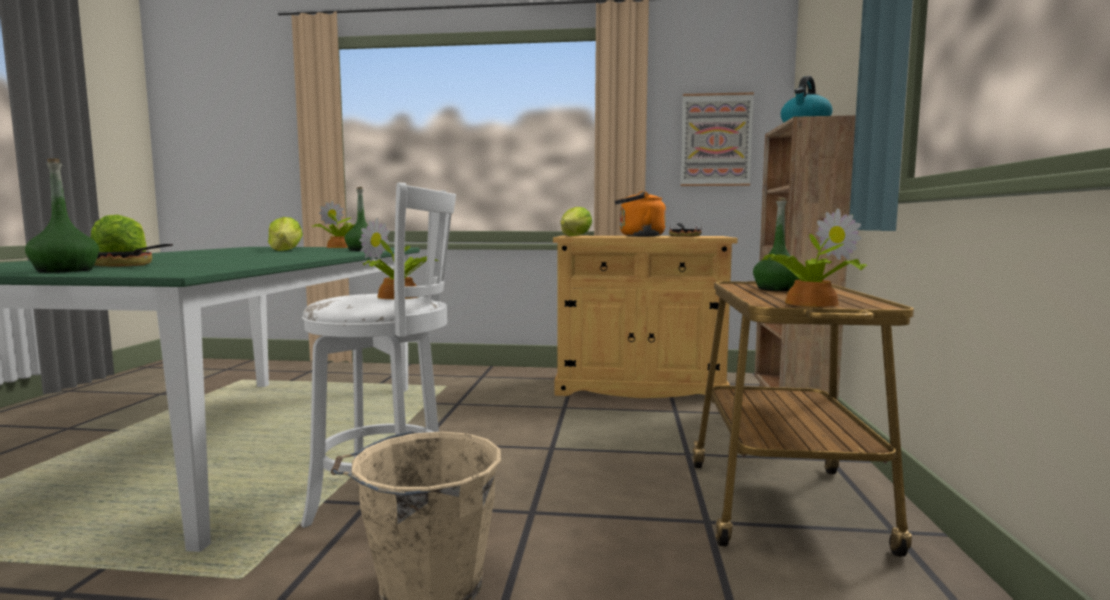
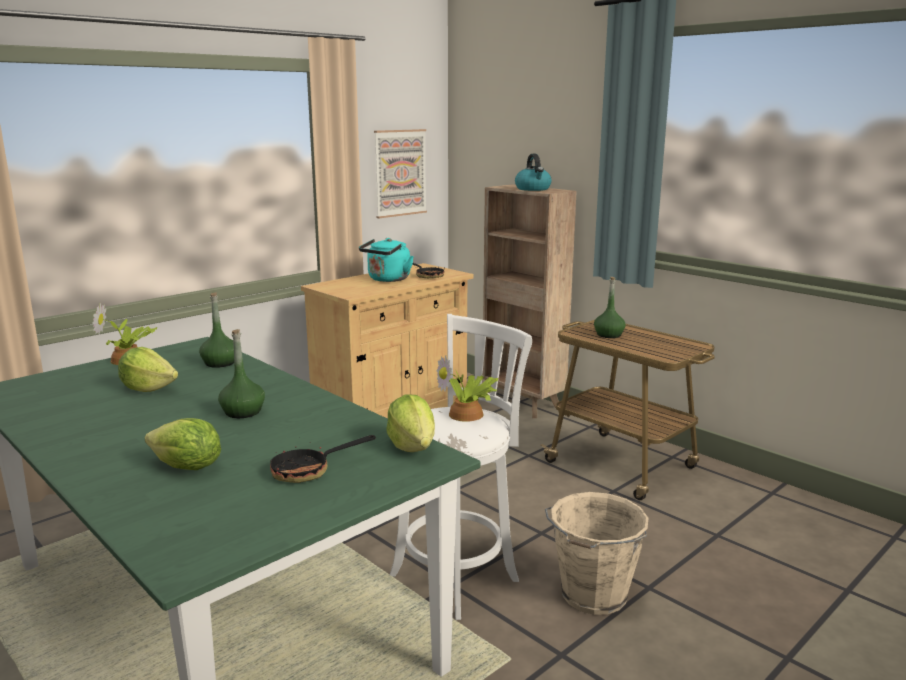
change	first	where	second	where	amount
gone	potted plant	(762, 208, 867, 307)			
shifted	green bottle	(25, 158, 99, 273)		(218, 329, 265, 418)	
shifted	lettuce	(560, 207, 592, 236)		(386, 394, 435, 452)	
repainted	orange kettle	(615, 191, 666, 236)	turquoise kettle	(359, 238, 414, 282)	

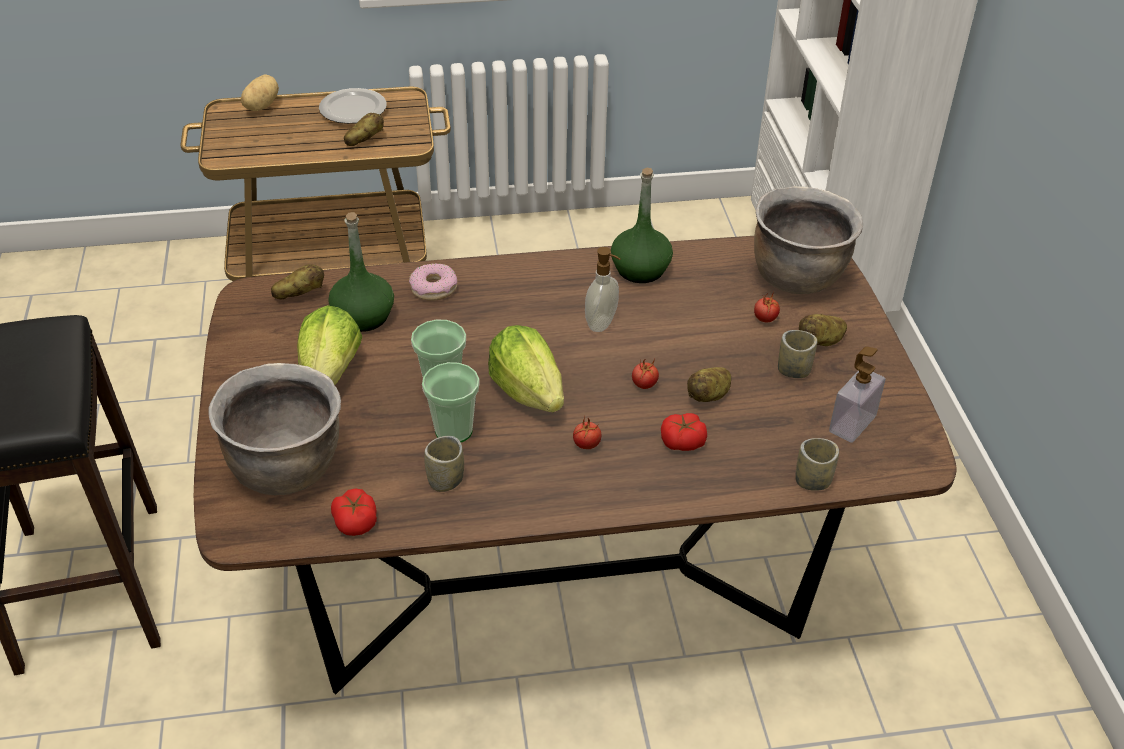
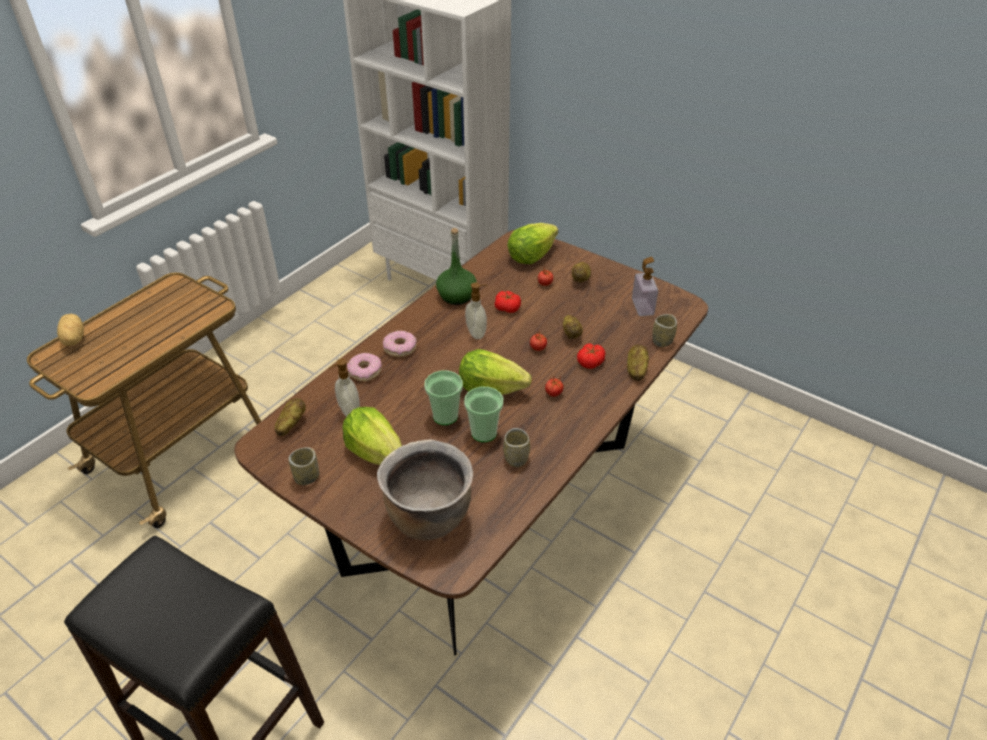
change	first	where	second	where	amount
gone	plate	(319, 88, 387, 124)			
new			donut	(383, 331, 417, 357)	
shifted	tomato	(331, 488, 377, 536)		(494, 291, 521, 313)	
shifted	potato	(344, 113, 384, 146)		(627, 345, 649, 381)	
shifted	cup	(778, 330, 817, 378)		(288, 447, 319, 485)	
swapped	green bottle	(328, 212, 394, 332)	soap dispenser	(329, 359, 360, 417)	
swapped	brown cooking pot	(754, 186, 863, 294)	lettuce	(507, 223, 558, 264)	

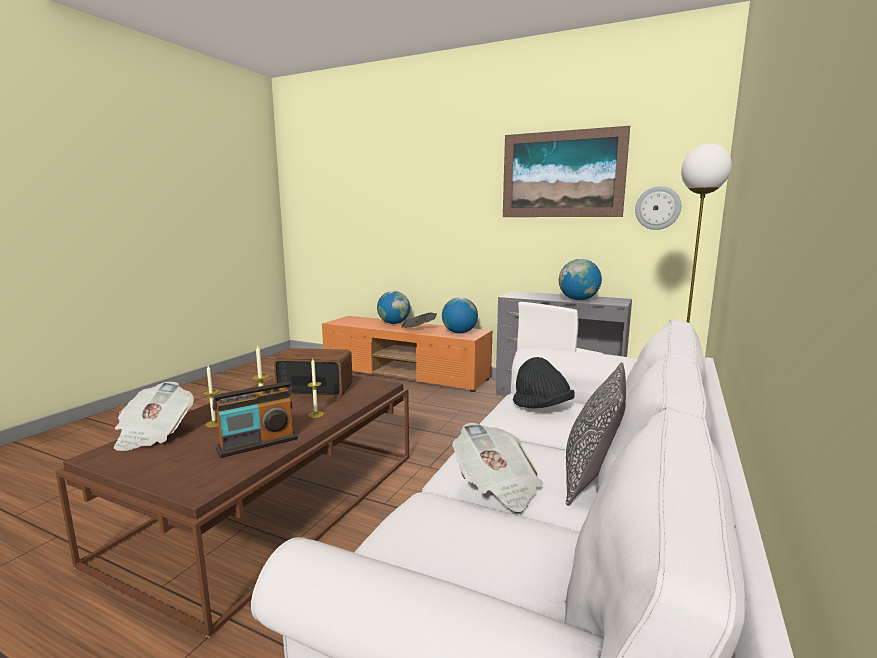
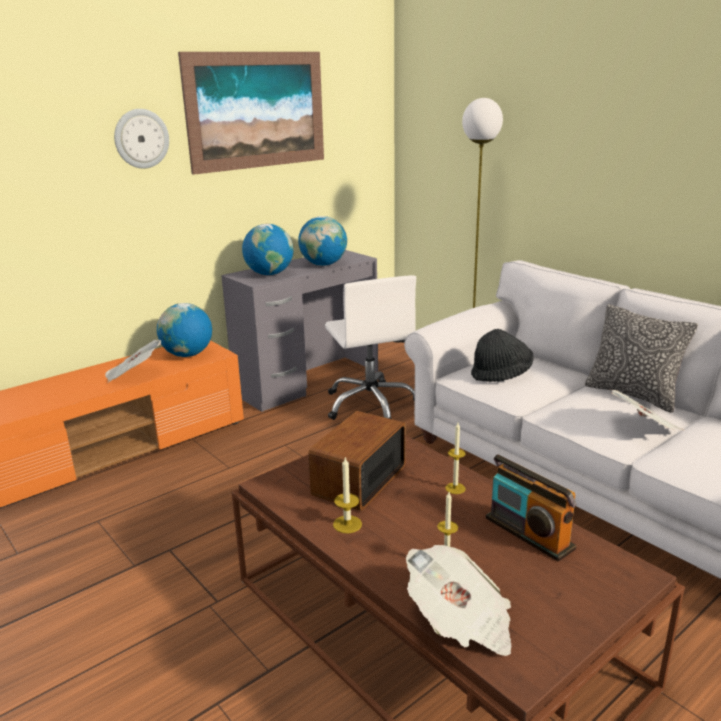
change	first	where	second	where	amount
shifted	globe	(377, 291, 410, 324)		(242, 224, 294, 275)	
shifted	wall clock	(635, 186, 681, 230)		(114, 109, 169, 168)	
rotated	radio	(212, 382, 298, 458)		(486, 454, 577, 561)	150 degrees clockwise

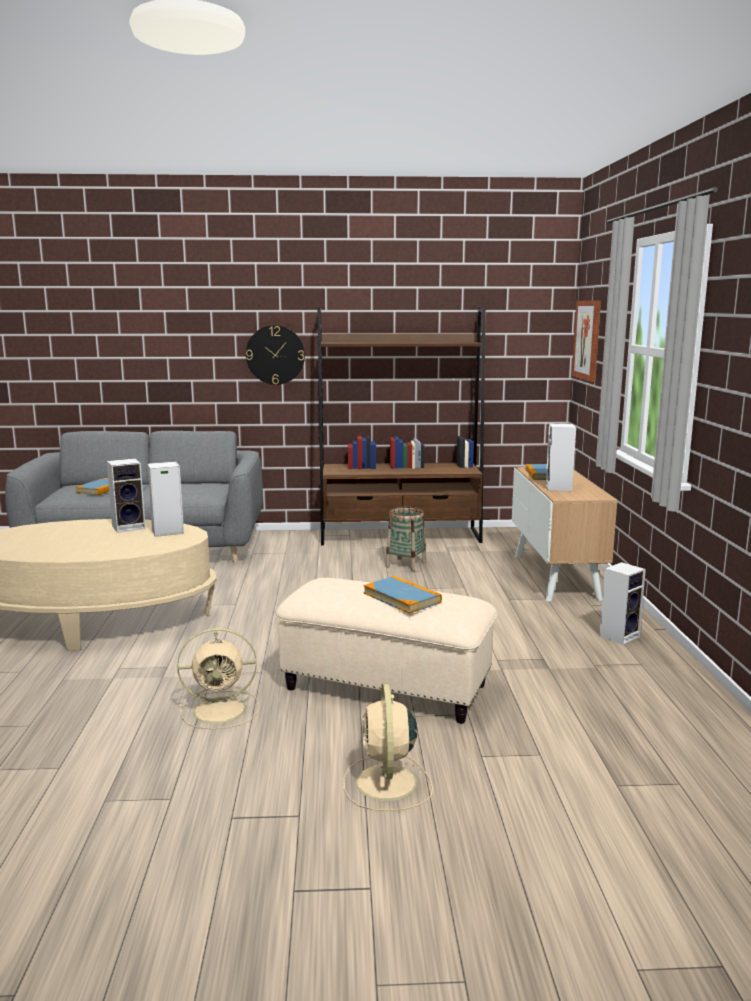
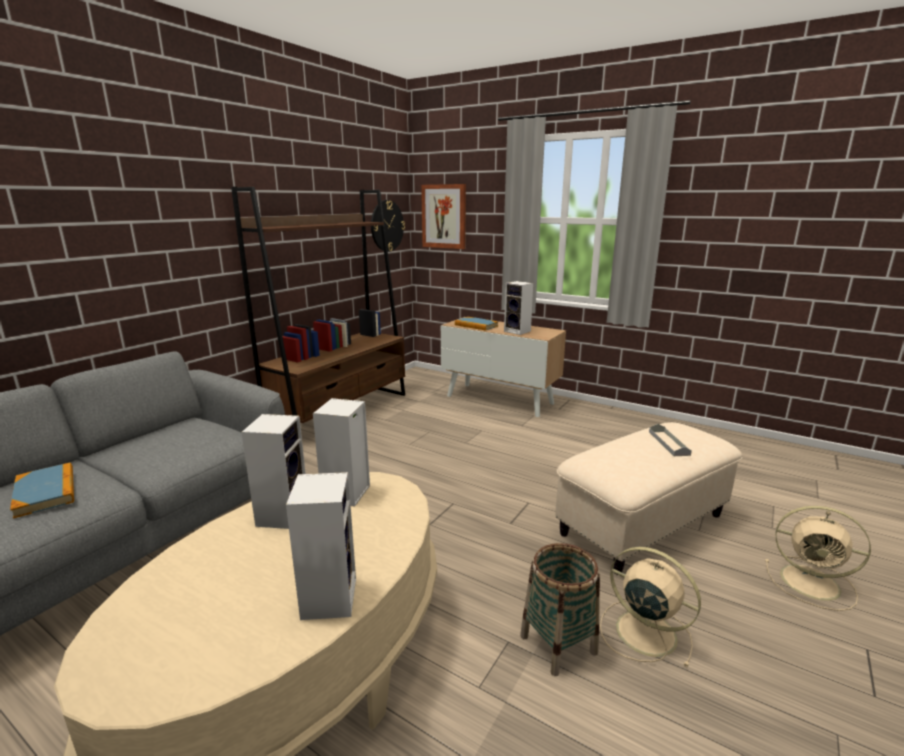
change	first	where	second	where	amount
shifted	wall clock	(246, 325, 305, 385)		(371, 200, 405, 252)	
shifted	basket	(386, 507, 426, 572)		(520, 543, 600, 676)	
shifted	speaker	(599, 562, 646, 645)		(286, 472, 356, 620)	
swapped	book	(364, 576, 442, 614)	grey tray	(649, 424, 692, 456)	
rotated	beige fan	(177, 628, 260, 729)		(600, 547, 701, 667)	75 degrees counterclockwise

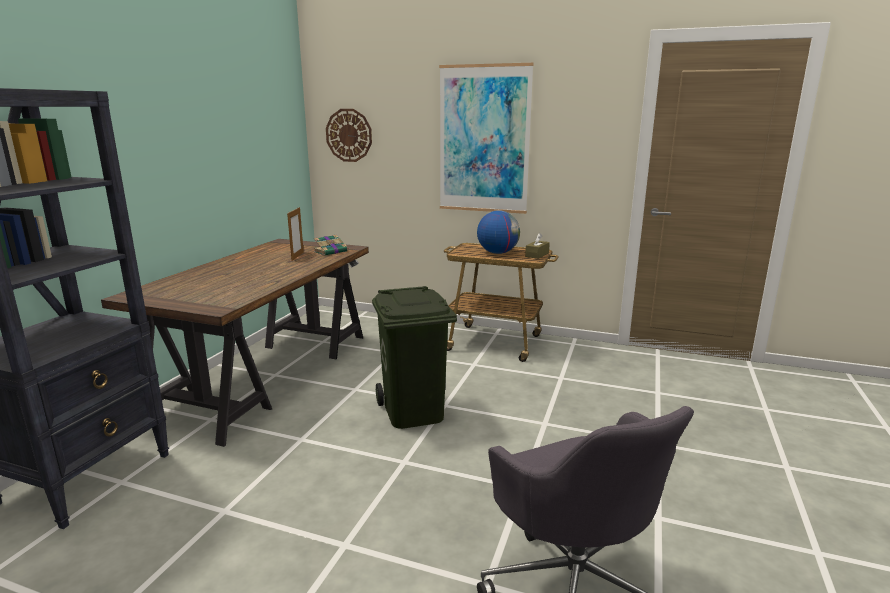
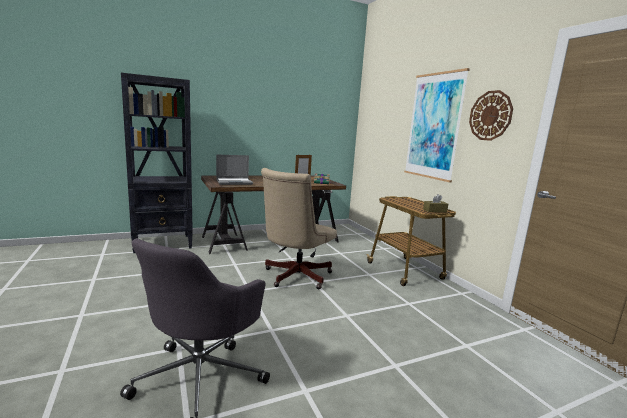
change	first	where	second	where	amount
gone	globe	(477, 210, 520, 254)			
new			laptop	(216, 154, 253, 185)	
shifted	wall clock	(326, 109, 372, 162)		(469, 90, 513, 141)	
swapped	green trash can	(372, 286, 457, 429)	beige office chair	(261, 168, 337, 289)	

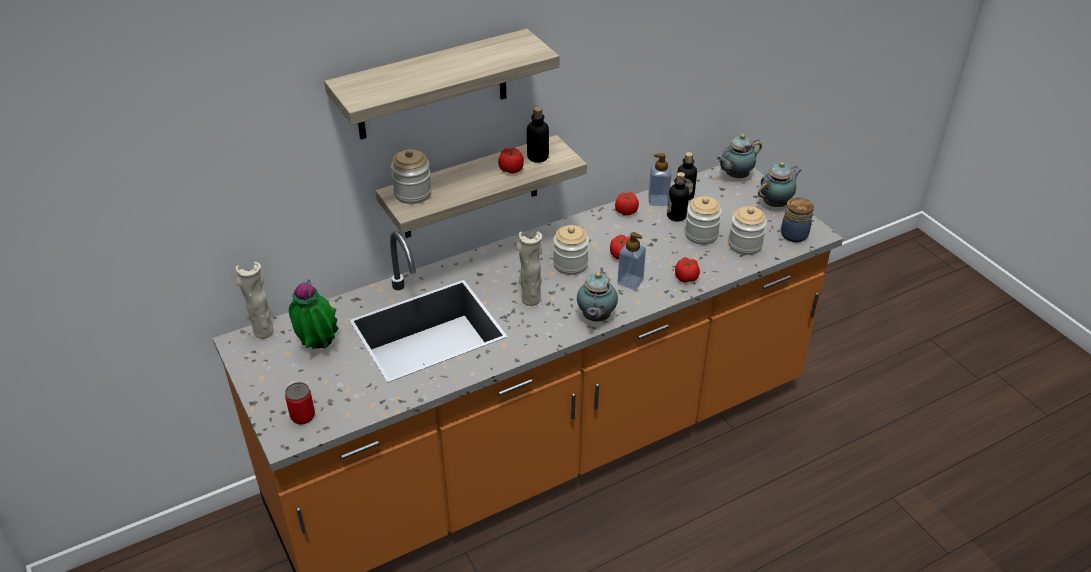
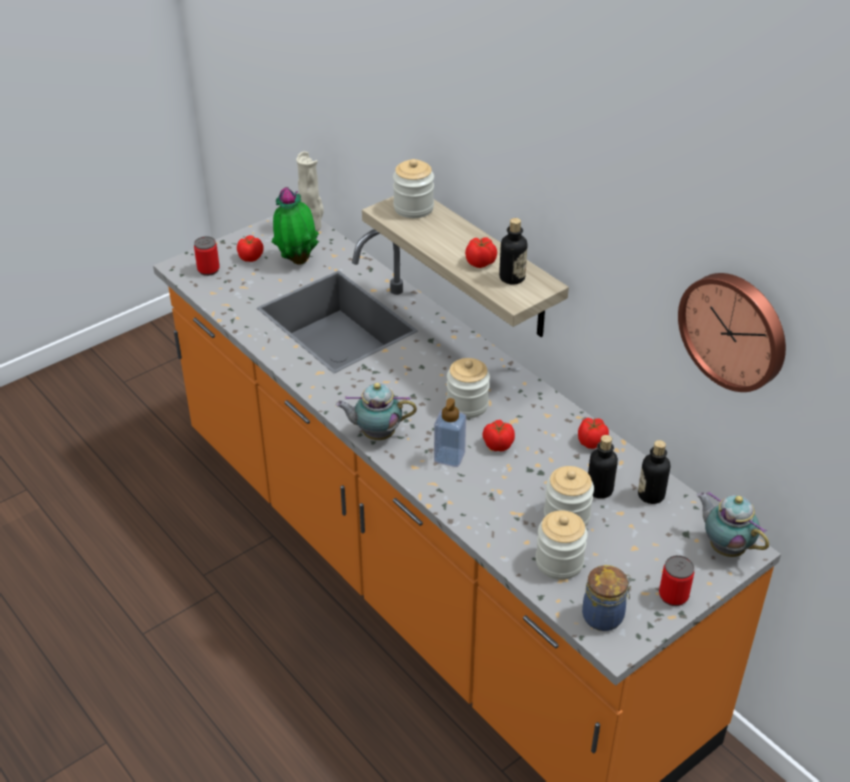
change	first	where	second	where	amount
gone	shelf	(324, 29, 559, 139)			
gone	beige vase	(516, 232, 542, 306)			
gone	soap dispenser	(648, 153, 672, 206)			
new			wall clock	(678, 273, 786, 392)	
shifted	tomato	(675, 257, 700, 283)		(237, 235, 264, 262)	
swapped	teapot	(758, 162, 801, 207)	can	(659, 555, 694, 606)	

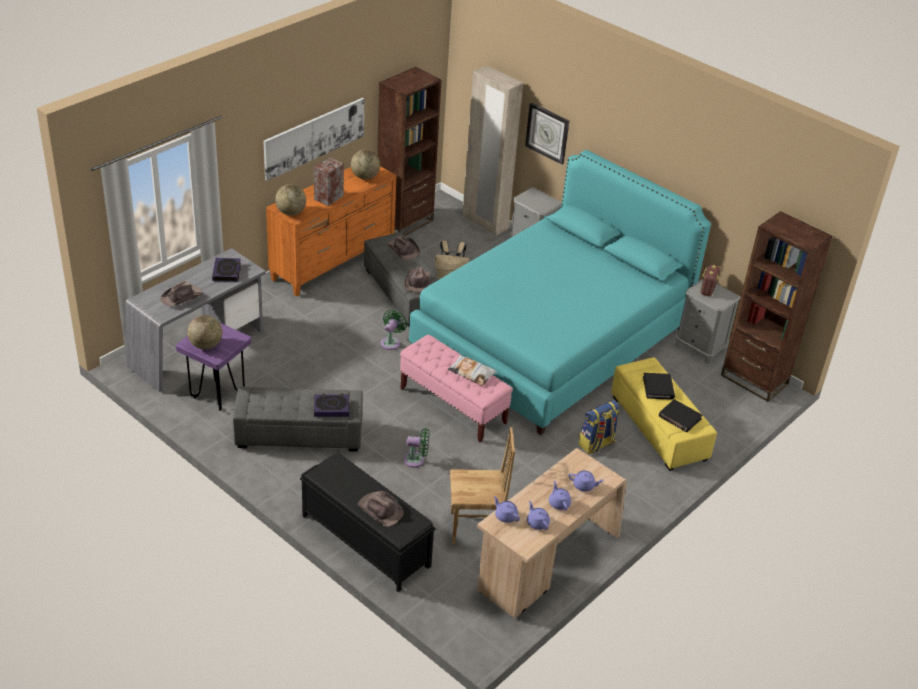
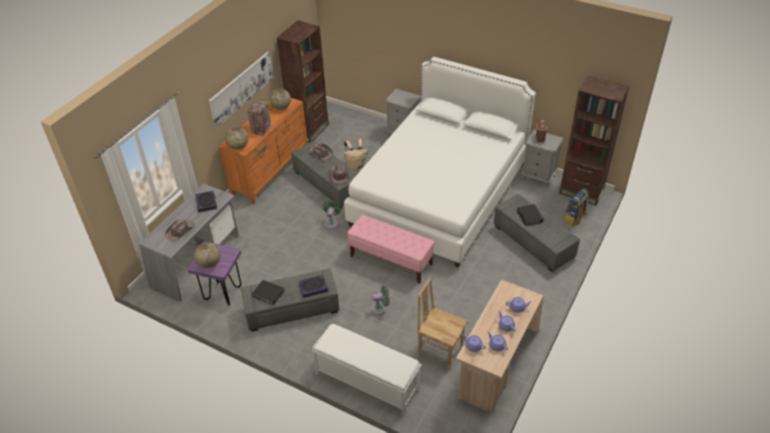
change	first	where	second	where	amount
gone	brown hat	(358, 491, 404, 527)			
gone	pillow	(448, 355, 497, 386)			
gone	beige wardrobe	(462, 65, 523, 235)			
gone	wall clock	(525, 103, 569, 165)			
shifted	backpack	(578, 400, 619, 454)		(564, 188, 589, 227)	
shifted	black book	(659, 399, 703, 432)		(252, 280, 285, 305)	
repainted	black bench	(300, 453, 436, 592)	white bench	(312, 324, 422, 415)	
repainted	turquoise bed	(409, 150, 711, 435)	white bed	(344, 57, 536, 267)	
repainted	yellow ottoman	(611, 357, 717, 471)	grey ottoman	(494, 194, 580, 272)	
rotated	brown chair	(450, 427, 515, 544)		(417, 278, 468, 370)	135 degrees counterclockwise

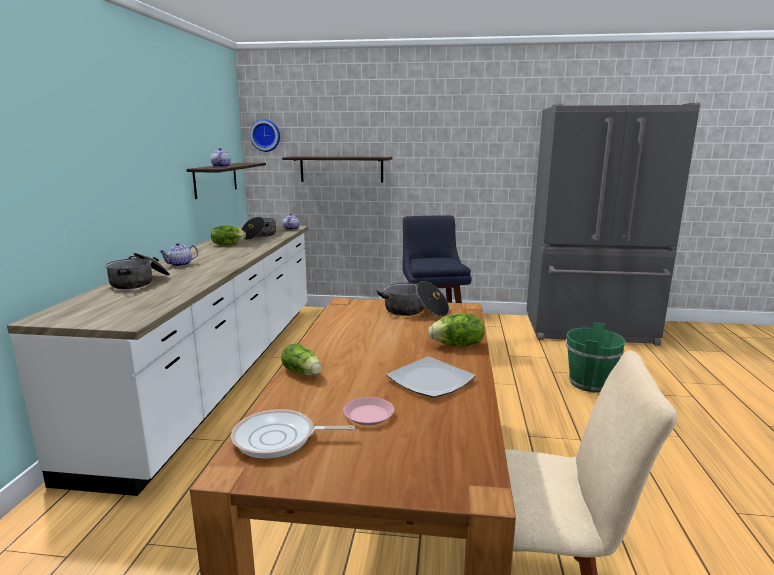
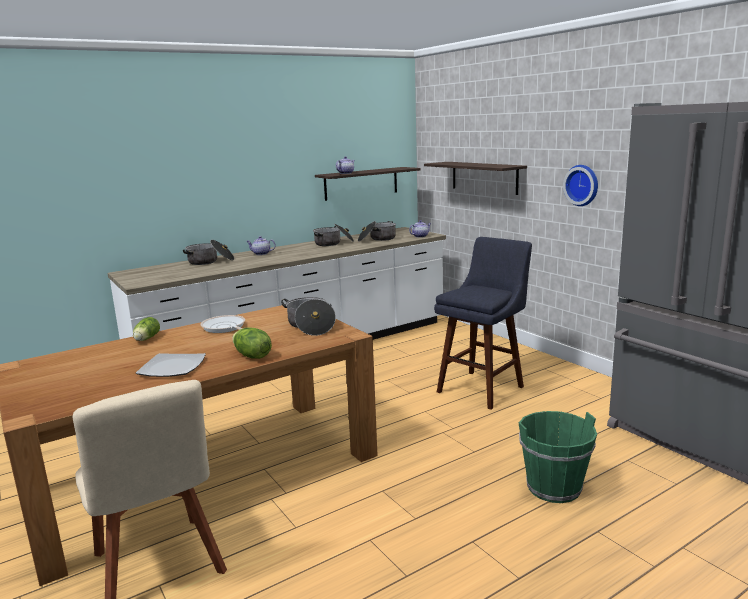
change	first	where	second	where	amount
gone	pink plate	(343, 397, 394, 426)			
shifted	frying pan	(231, 409, 355, 458)		(201, 315, 245, 333)	
shifted	wall clock	(250, 119, 280, 152)		(563, 165, 598, 206)	
swapped	lettuce	(211, 226, 246, 245)	cooking pot	(313, 224, 354, 246)	

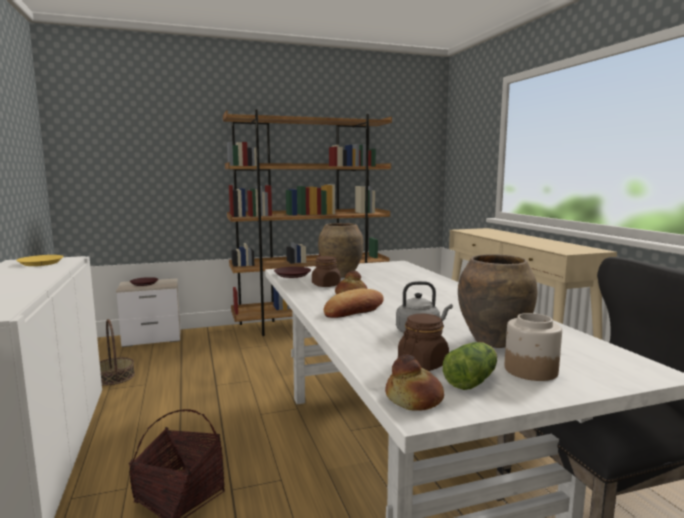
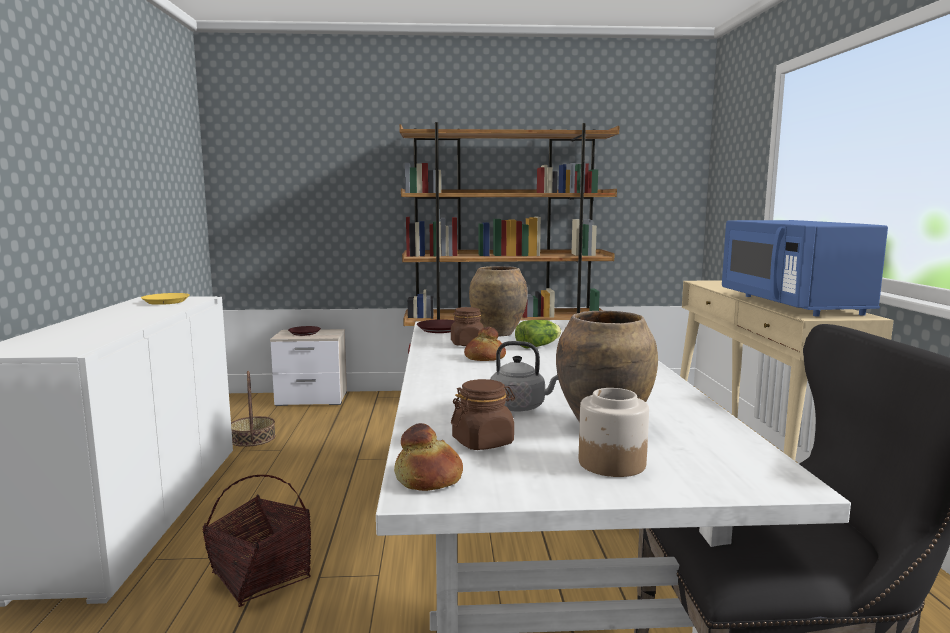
change	first	where	second	where	amount
gone	bread	(324, 288, 384, 318)			
new			blue microwave	(722, 220, 888, 317)	
shifted	lettuce	(443, 342, 497, 390)		(515, 320, 561, 348)	

